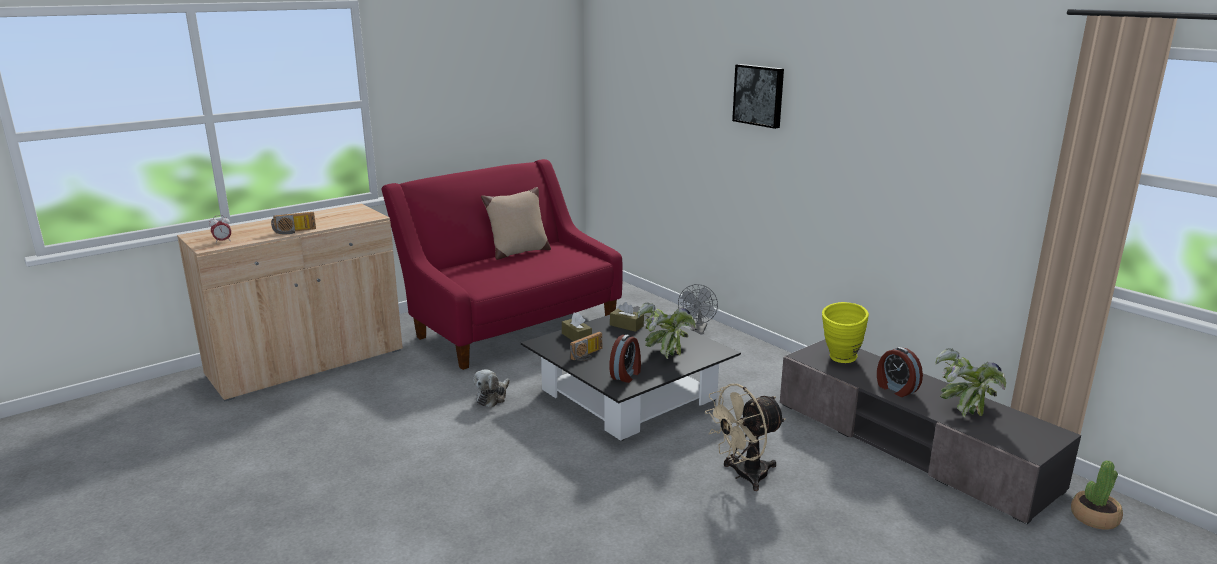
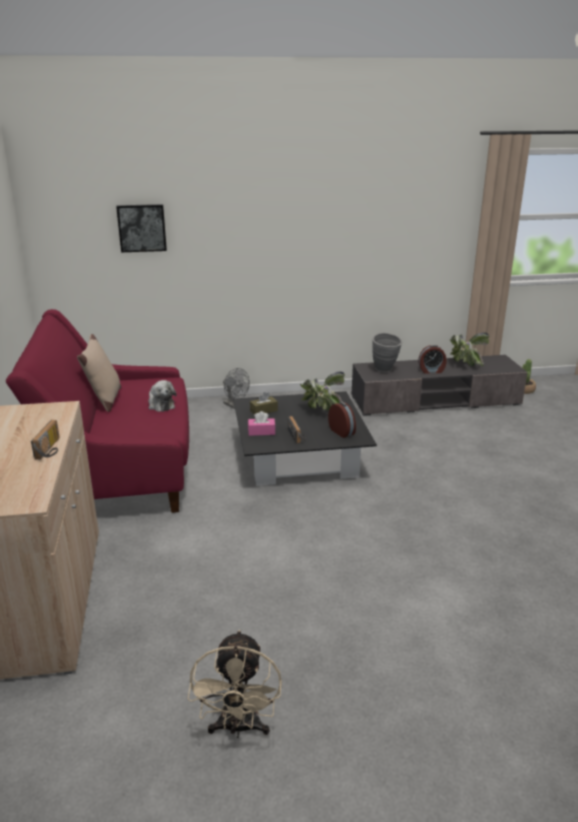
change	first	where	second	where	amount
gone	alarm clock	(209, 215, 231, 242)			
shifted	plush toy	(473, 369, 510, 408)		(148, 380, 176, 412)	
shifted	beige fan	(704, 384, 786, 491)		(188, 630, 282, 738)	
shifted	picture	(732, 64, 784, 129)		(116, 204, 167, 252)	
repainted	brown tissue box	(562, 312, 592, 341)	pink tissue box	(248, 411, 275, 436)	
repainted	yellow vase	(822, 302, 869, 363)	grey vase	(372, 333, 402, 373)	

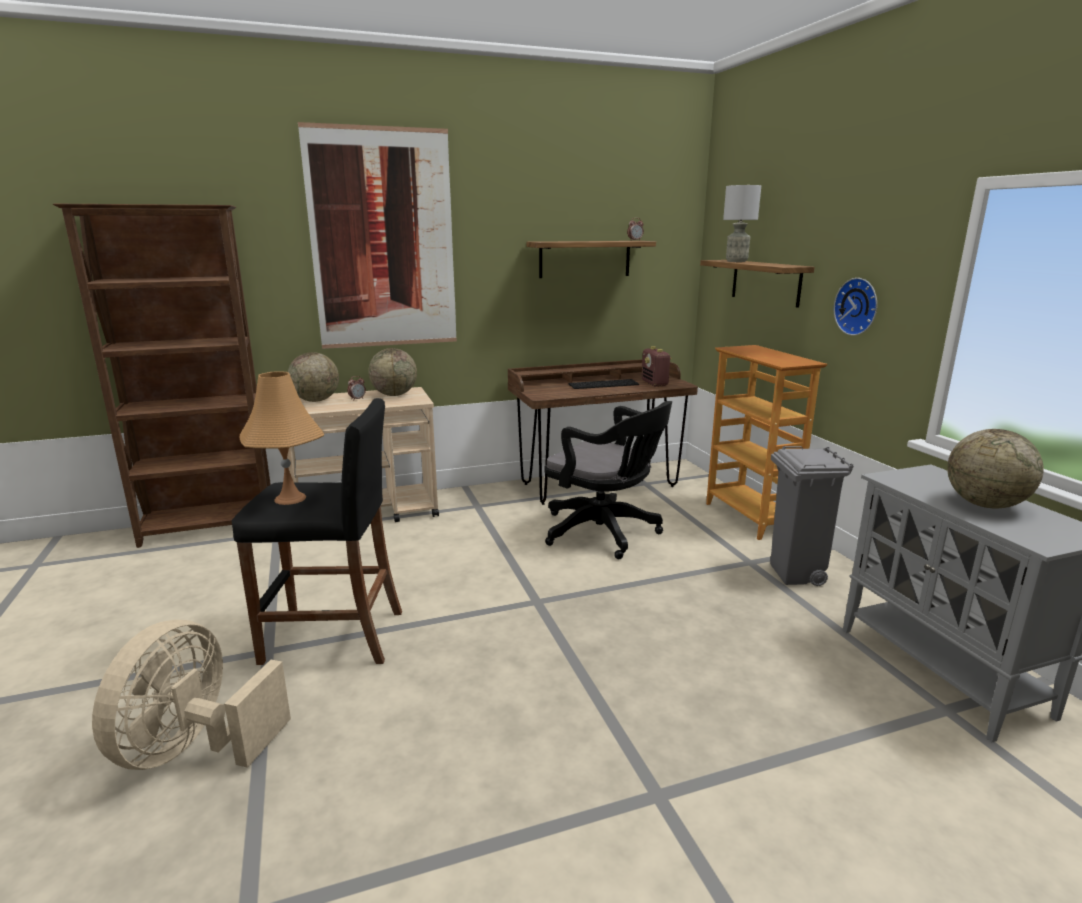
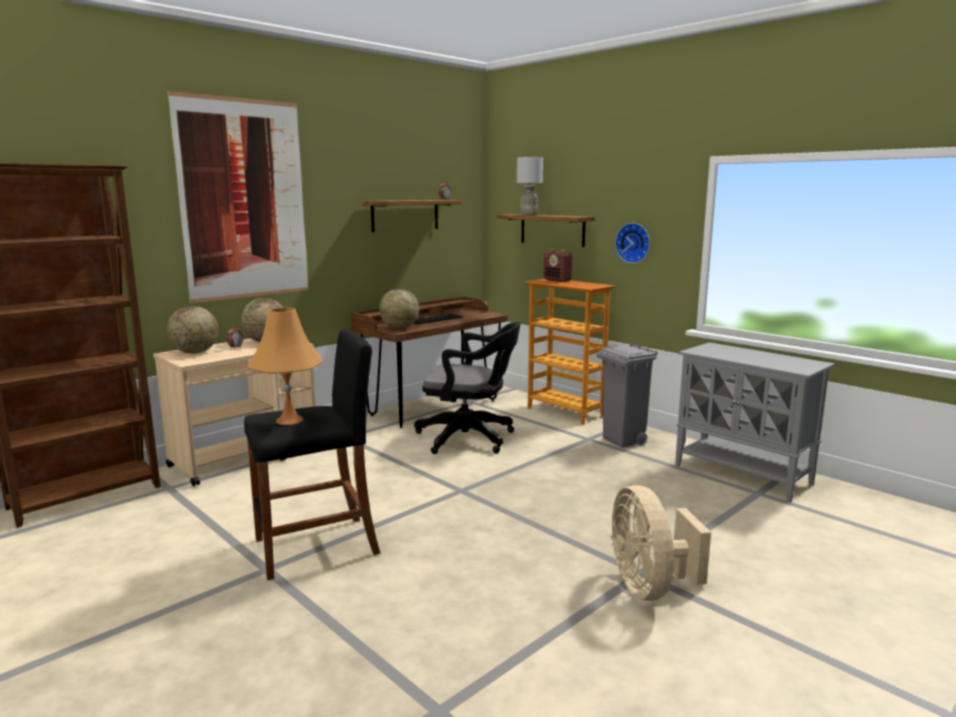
change	first	where	second	where	amount
shifted	beige fan	(92, 620, 291, 770)		(611, 485, 711, 601)	
shifted	radio	(642, 346, 672, 387)		(544, 249, 573, 282)	
shifted	globe	(947, 429, 1044, 508)		(379, 289, 419, 329)	

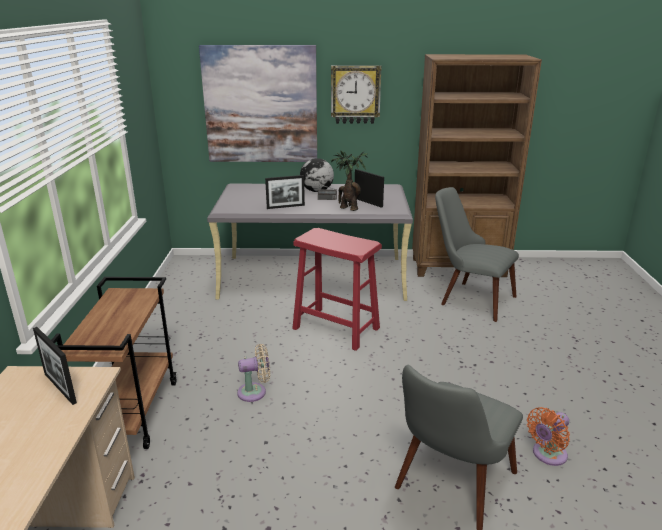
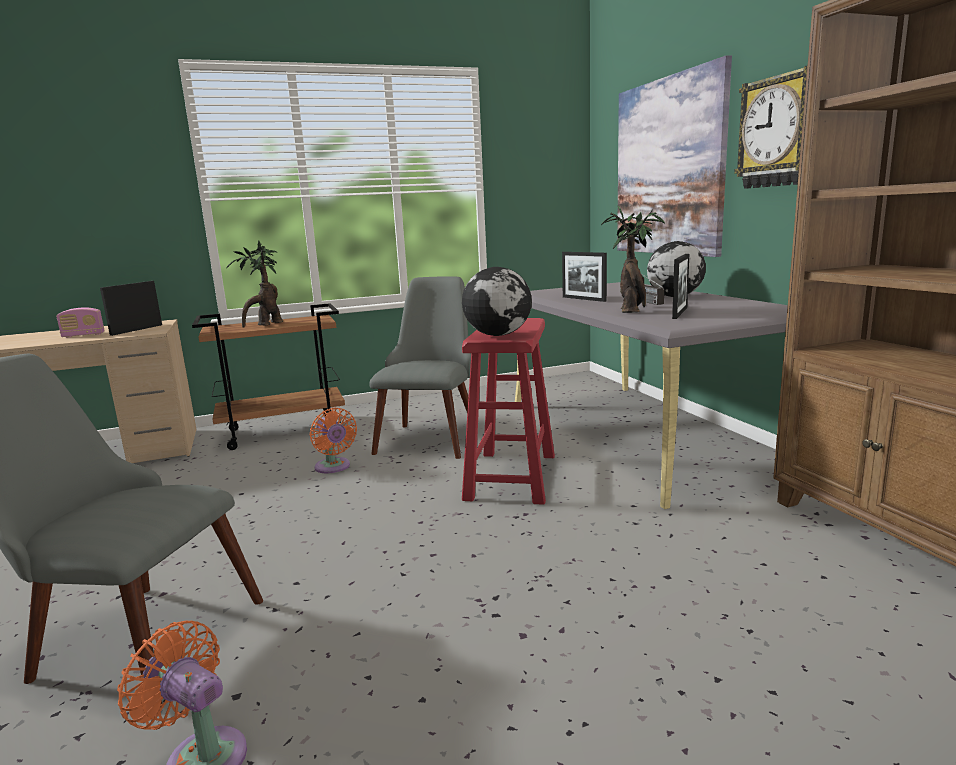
change	first	where	second	where	amount
new			radio	(56, 307, 105, 338)	
new			potted plant	(226, 241, 283, 328)	
new			globe	(462, 267, 532, 336)	
shifted	grey chair	(435, 187, 519, 322)		(369, 276, 471, 459)	
repainted	beige fan	(237, 344, 270, 402)	orange fan	(310, 407, 357, 473)	

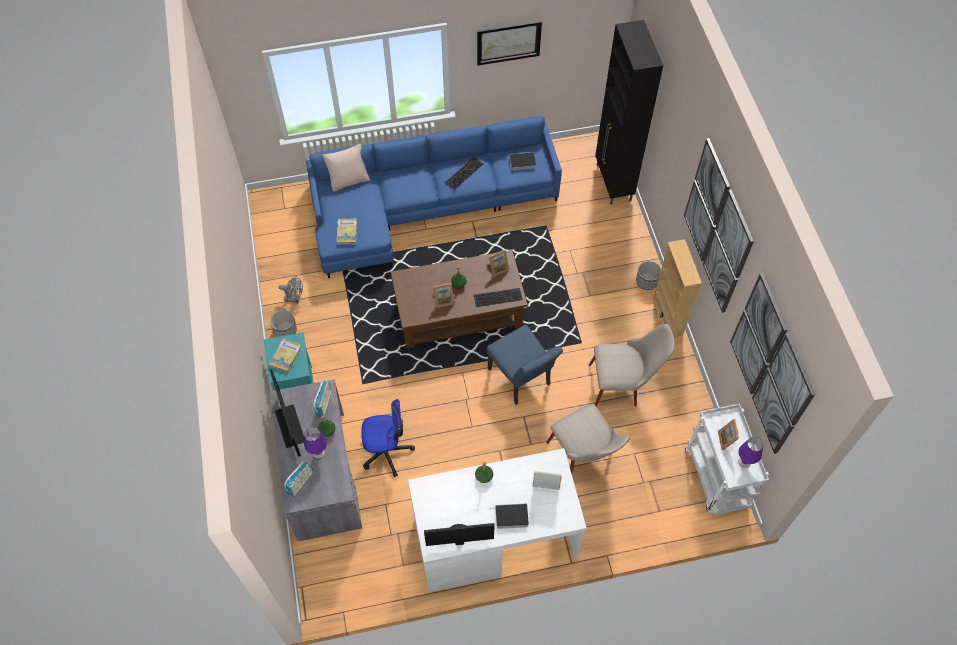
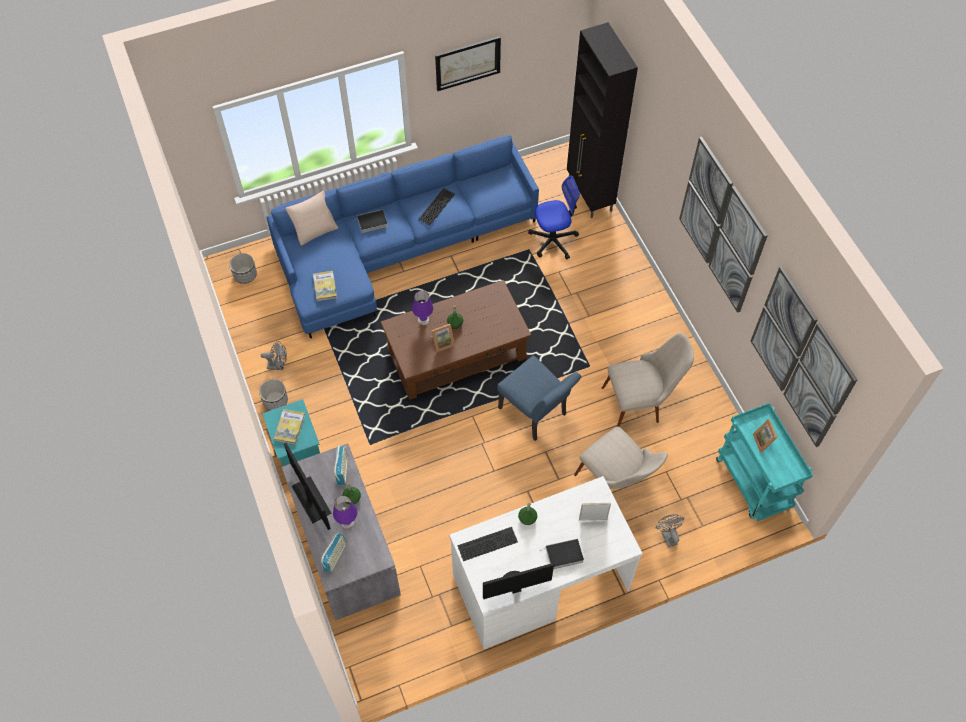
change	first	where	second	where	amount
gone	picture frame	(486, 250, 509, 277)			
gone	beige bookcase	(652, 239, 702, 339)			
new			grey fan	(656, 514, 684, 547)	
shifted	office chair	(361, 399, 415, 477)		(528, 175, 580, 259)	
shifted	keyboard	(474, 288, 523, 307)		(457, 527, 518, 561)	
shifted	book	(508, 152, 536, 171)		(356, 209, 388, 233)	
shifted	planter	(636, 261, 661, 290)		(229, 253, 257, 284)	
shifted	purple table lamp	(738, 437, 763, 468)		(412, 291, 433, 325)	
repainted	white cart	(685, 404, 769, 516)	turquoise cart	(716, 403, 813, 521)	

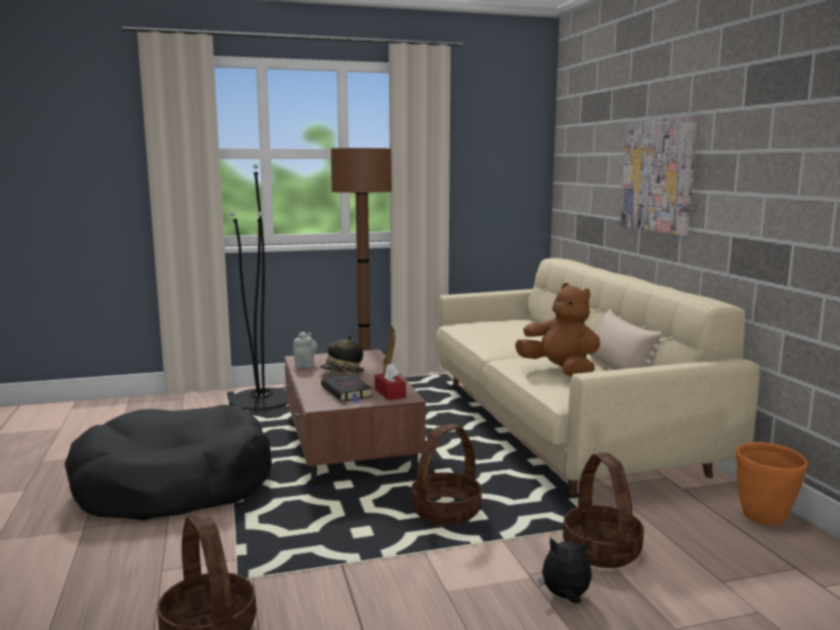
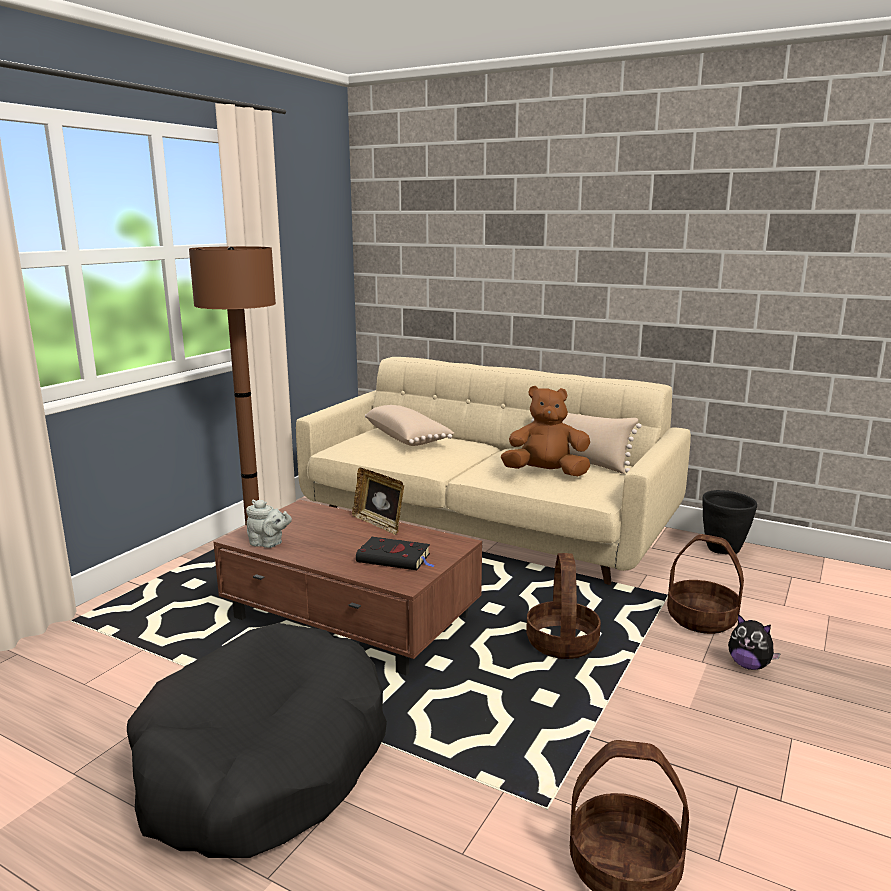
change	first	where	second	where	amount
gone	black floor lamp	(229, 164, 288, 410)			
gone	hat	(320, 335, 364, 373)			
gone	red tissue box	(375, 363, 406, 400)			
gone	picture	(620, 115, 698, 236)			
new			beige pillow	(365, 405, 454, 446)	
repainted	orange planter	(736, 442, 808, 526)	black planter	(702, 490, 757, 554)	
rotated	grey teapot	(293, 332, 318, 368)		(246, 500, 292, 548)	150 degrees clockwise
rotated	plush toy	(538, 537, 592, 604)		(728, 614, 781, 670)	105 degrees counterclockwise

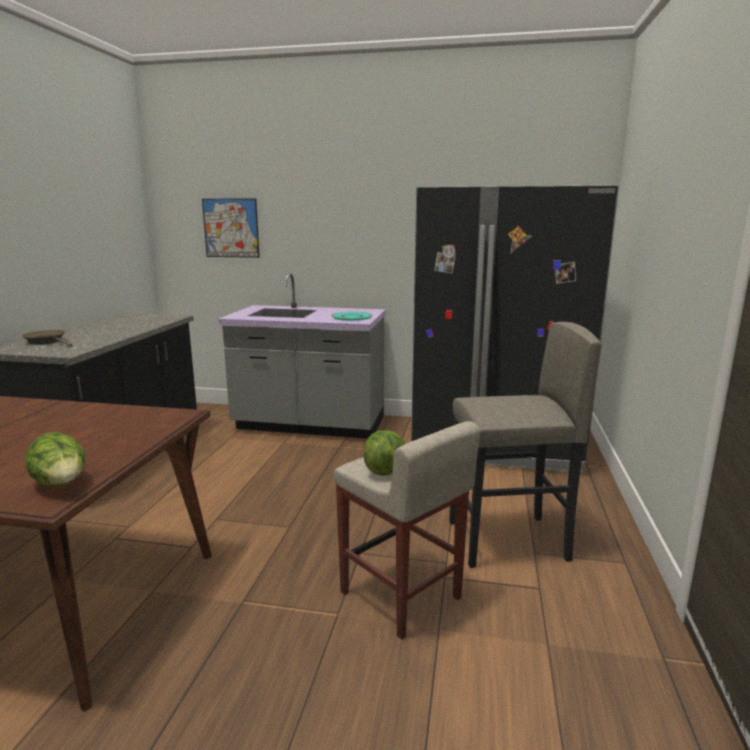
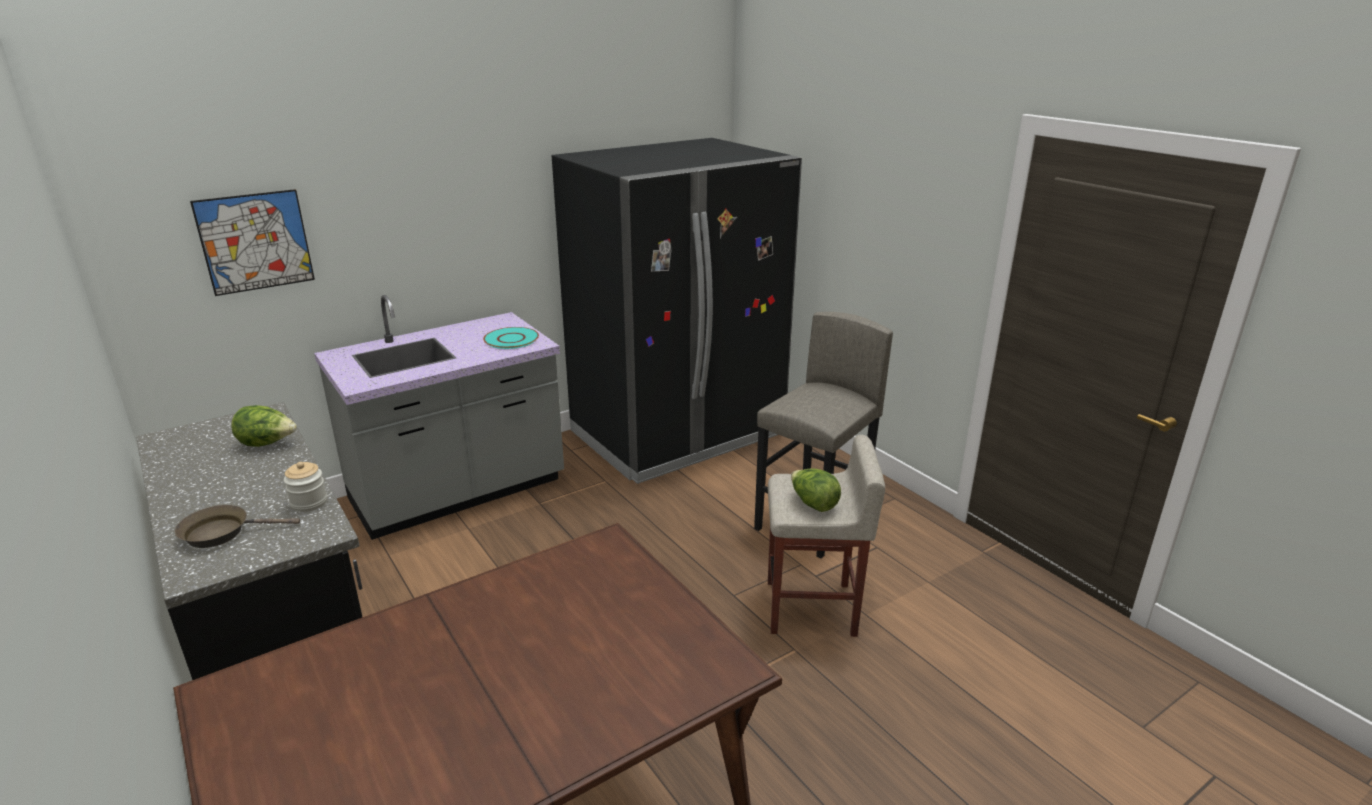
change	first	where	second	where	amount
new			jar	(284, 462, 327, 512)	
shifted	lettuce	(25, 432, 85, 487)		(231, 405, 297, 447)	

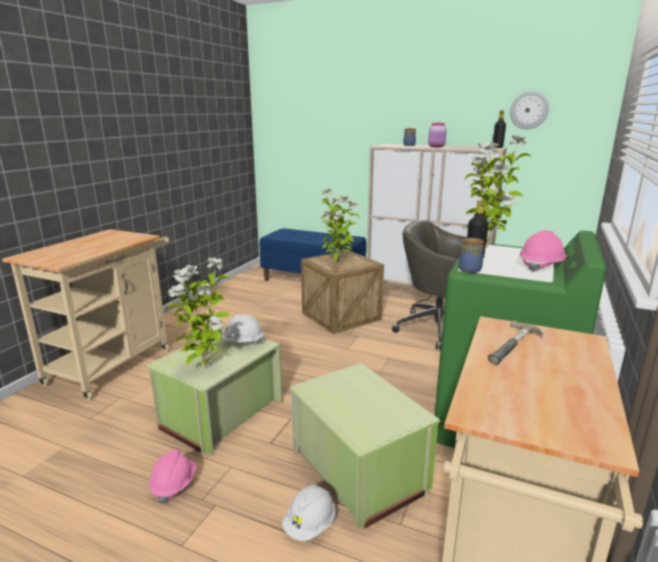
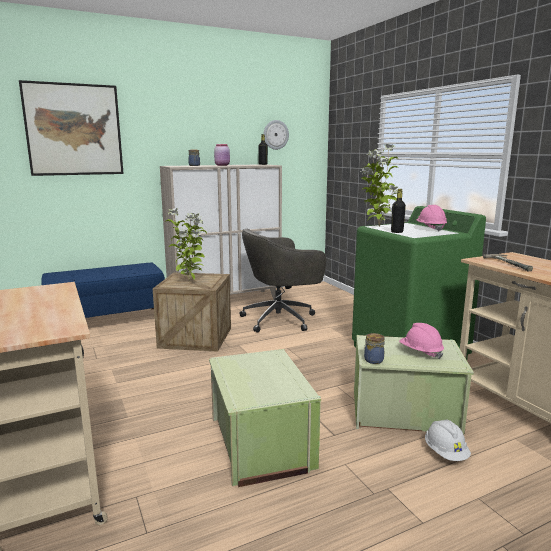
change	first	where	second	where	amount
gone	potted plant	(165, 258, 231, 368)			
gone	white hard hat	(221, 314, 265, 343)			
new			picture	(19, 80, 124, 176)	
shifted	pink hard hat	(149, 449, 197, 504)		(399, 323, 444, 359)	
shifted	jar	(459, 238, 484, 273)		(364, 333, 385, 364)	

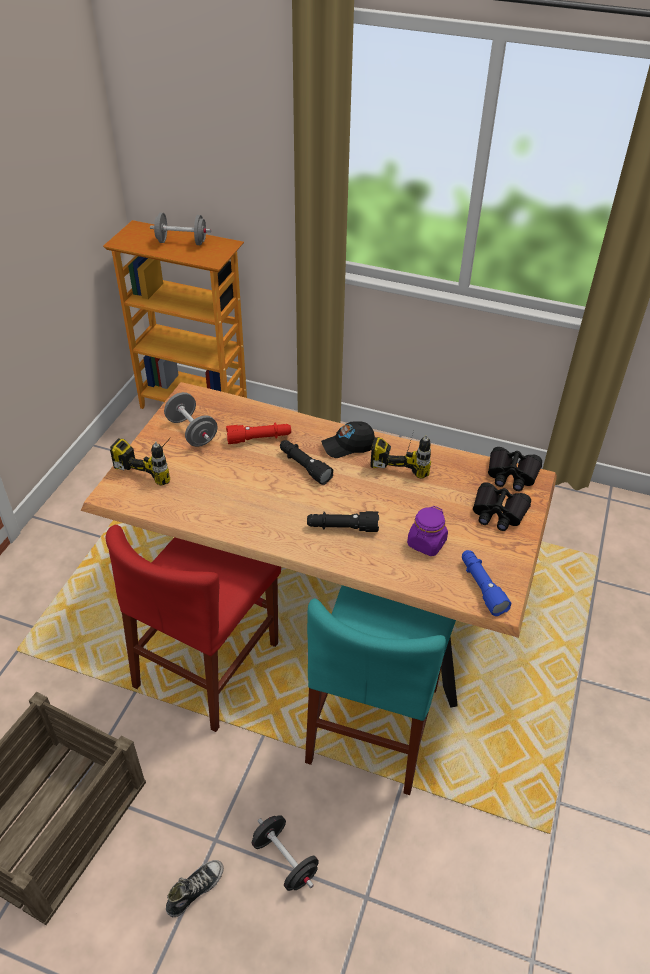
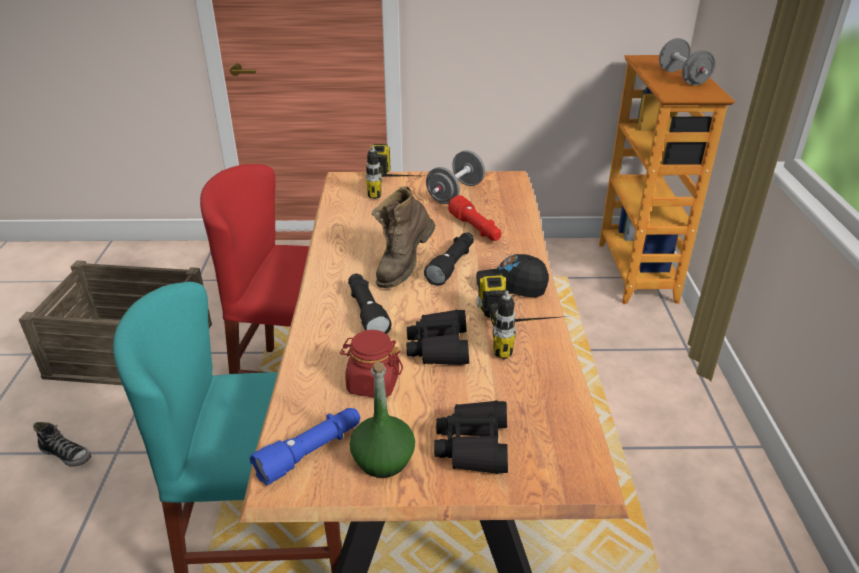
change	first	where	second	where	amount
gone	black dumbbell	(252, 815, 319, 891)			
new			green bottle	(350, 362, 415, 478)	
new			brown boot	(372, 186, 436, 288)	
shifted	black binoculars	(488, 447, 542, 491)		(406, 310, 469, 365)	
repainted	purple jar	(407, 506, 448, 556)	red jar	(340, 330, 403, 397)	
rotated	black cap	(321, 421, 375, 458)		(477, 254, 549, 297)	45 degrees counterclockwise

